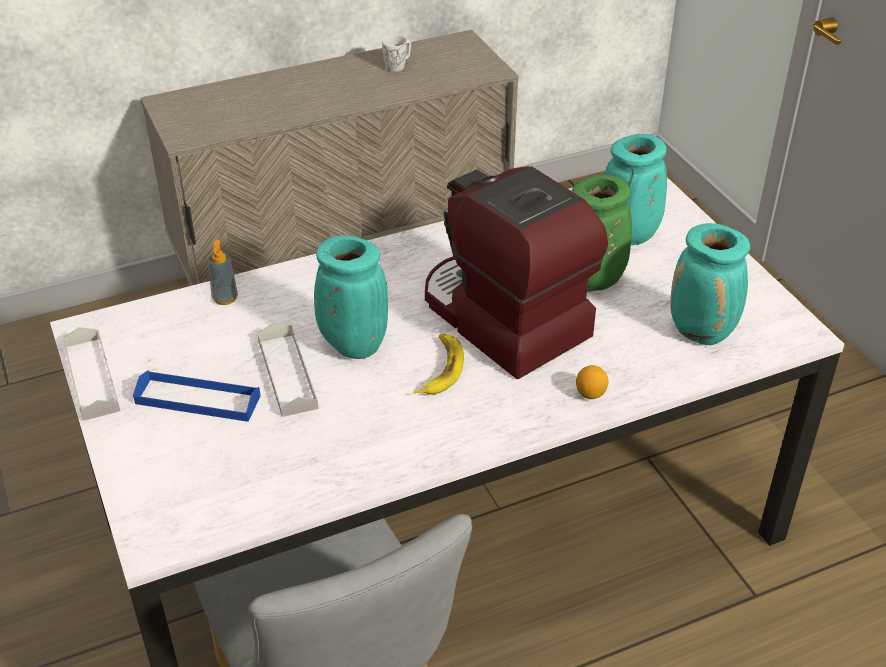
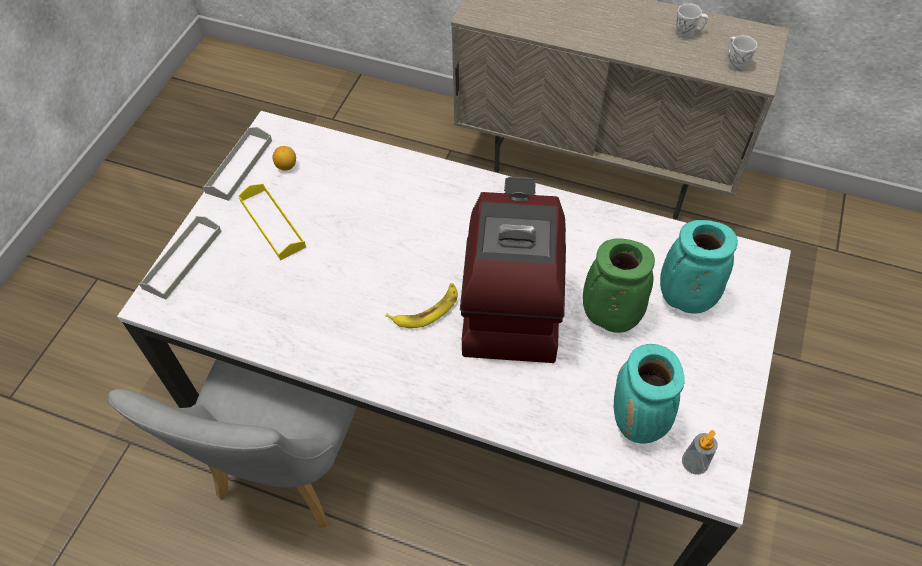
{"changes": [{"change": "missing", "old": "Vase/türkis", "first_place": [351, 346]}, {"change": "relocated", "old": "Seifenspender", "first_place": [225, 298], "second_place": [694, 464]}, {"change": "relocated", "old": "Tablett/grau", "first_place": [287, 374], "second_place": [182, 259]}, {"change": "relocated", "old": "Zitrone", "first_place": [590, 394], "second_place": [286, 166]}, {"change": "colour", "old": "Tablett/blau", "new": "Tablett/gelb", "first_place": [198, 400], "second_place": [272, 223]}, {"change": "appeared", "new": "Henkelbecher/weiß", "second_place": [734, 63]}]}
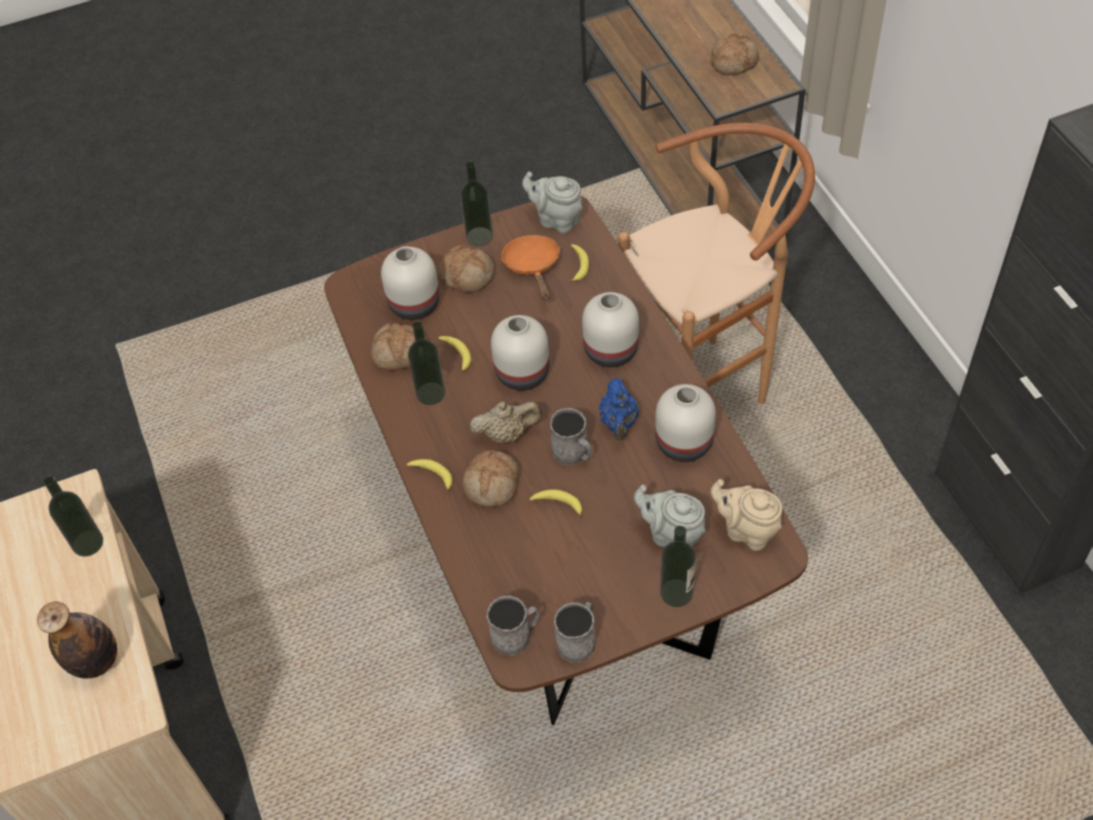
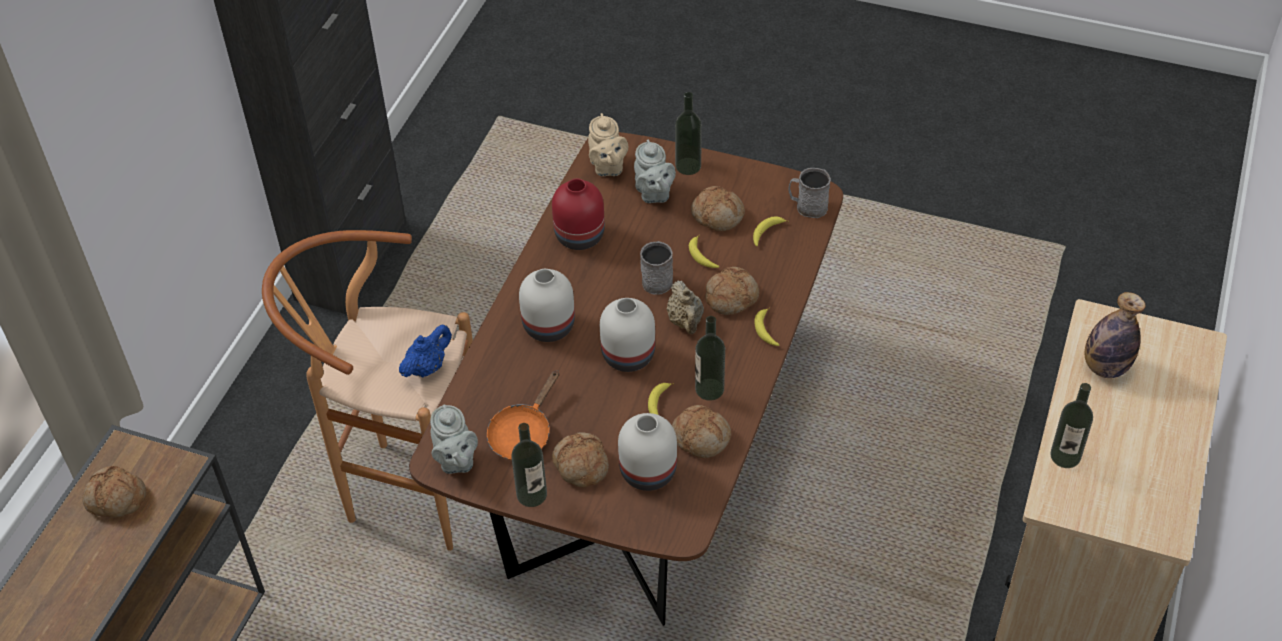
{"changes": [{"change": "relocated", "old": "Banane", "first_place": [579, 265], "second_place": [766, 233]}, {"change": "relocated", "old": "Teekanne/blau", "first_place": [619, 423], "second_place": [427, 367]}, {"change": "colour", "old": "Vase/weiß", "new": "Vase/rot", "first_place": [684, 442], "second_place": [578, 236]}, {"change": "spun", "old": "Teekanne/beige", "first_place": [507, 434], "second_place": [685, 322], "degrees": -135}, {"change": "missing", "old": "Henkelbecher/grau", "first_place": [578, 639]}, {"change": "appeared", "new": "Brot", "second_place": [718, 215]}]}
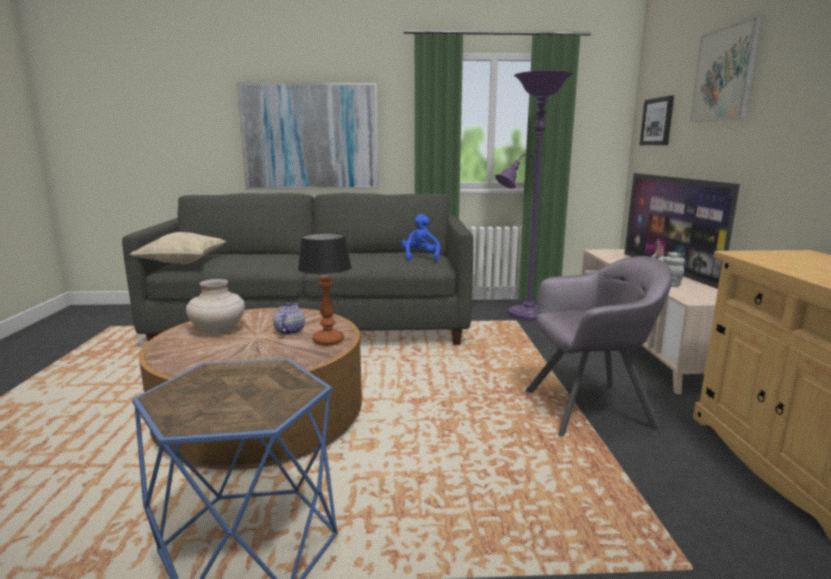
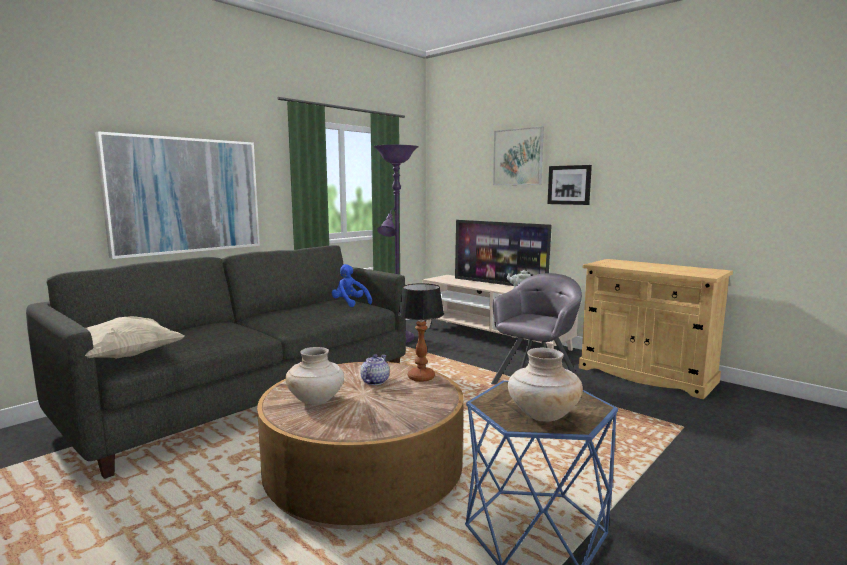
{"changes": [{"change": "relocated", "old": "Bild", "first_place": [657, 121], "second_place": [569, 185]}, {"change": "spun", "old": "Teekanne", "first_place": [289, 331], "second_place": [374, 381], "degrees": 60}, {"change": "appeared", "new": "Vase/beige", "second_place": [542, 415]}]}
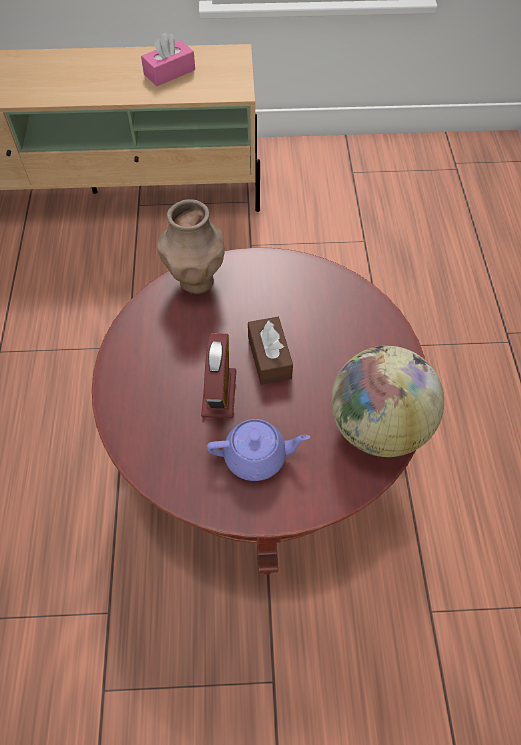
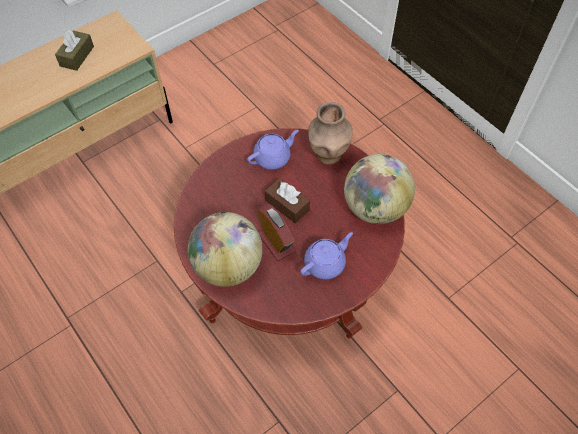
{"changes": [{"change": "colour", "old": "Taschentuchbox/rosa", "new": "Taschentuchbox/braun", "first_place": [169, 72], "second_place": [77, 56]}, {"change": "relocated", "old": "Vase/braun", "first_place": [196, 280], "second_place": [328, 155]}, {"change": "appeared", "new": "Teekanne/lila", "second_place": [273, 158]}, {"change": "appeared", "new": "Globus", "second_place": [228, 266]}]}
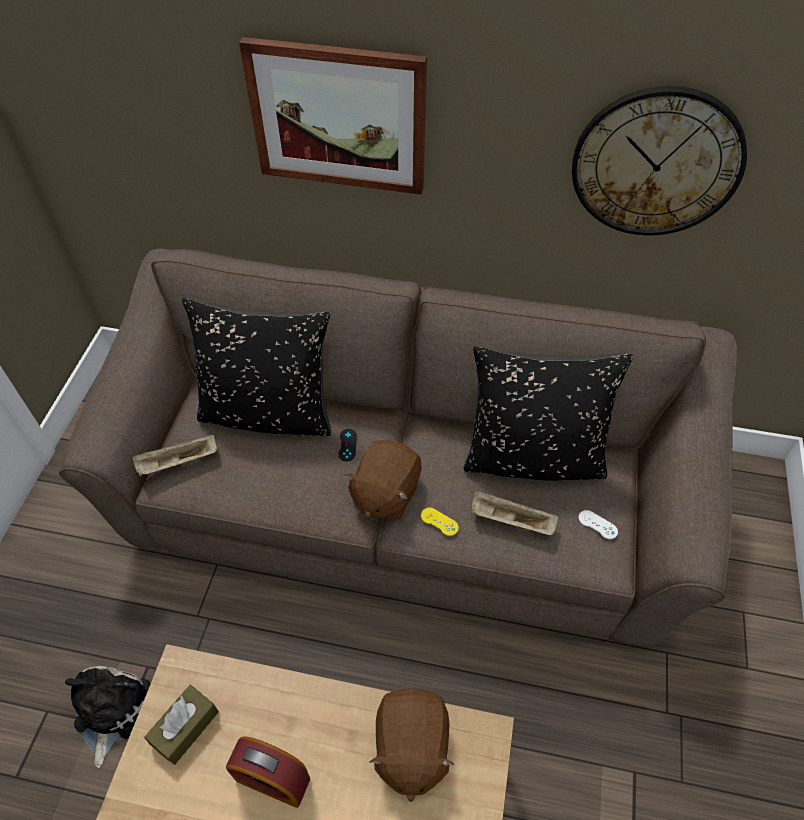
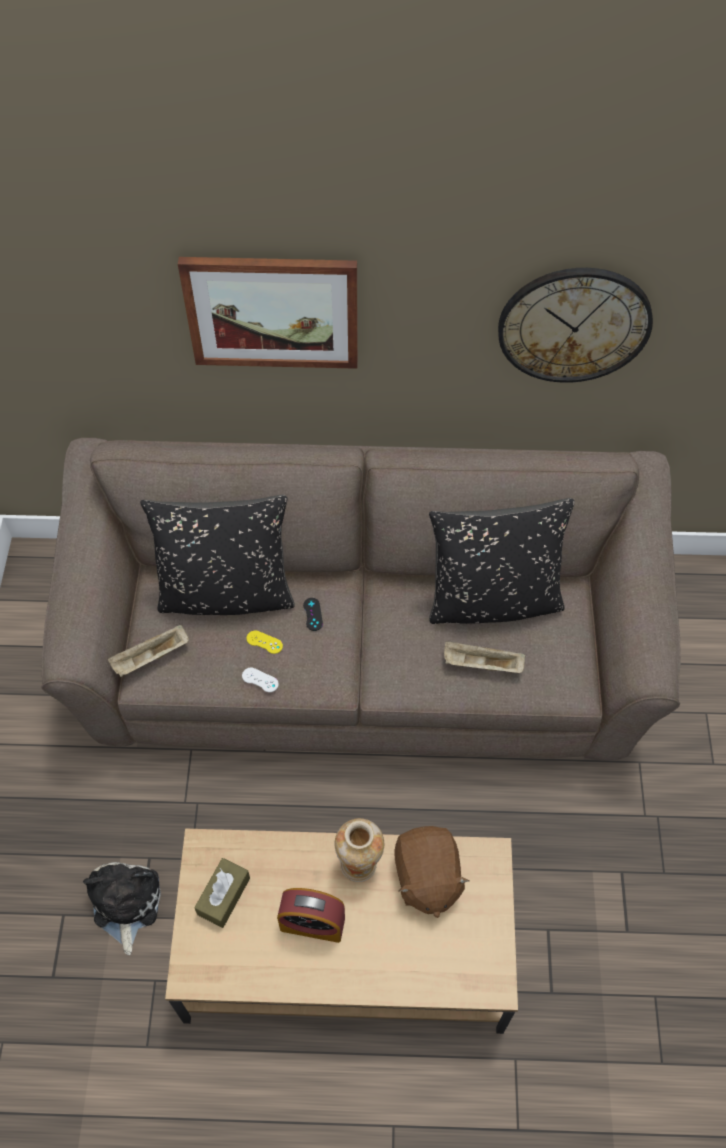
{"changes": [{"change": "missing", "old": "Plüschtier/braun", "first_place": [385, 493]}, {"change": "relocated", "old": "Gamepad/gelb", "first_place": [439, 521], "second_place": [264, 642]}, {"change": "relocated", "old": "Gamepad/weiß", "first_place": [597, 524], "second_place": [260, 680]}, {"change": "appeared", "new": "Vase", "second_place": [359, 864]}]}
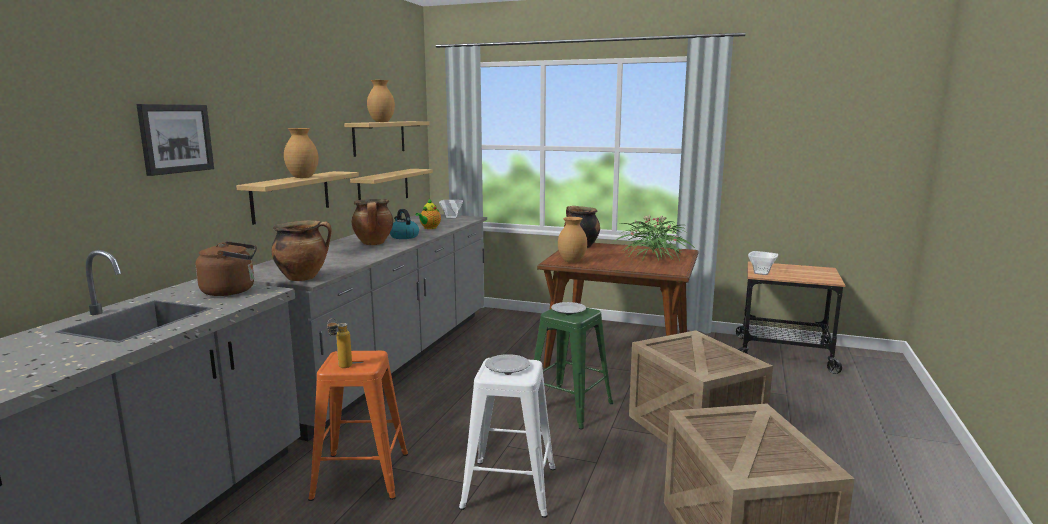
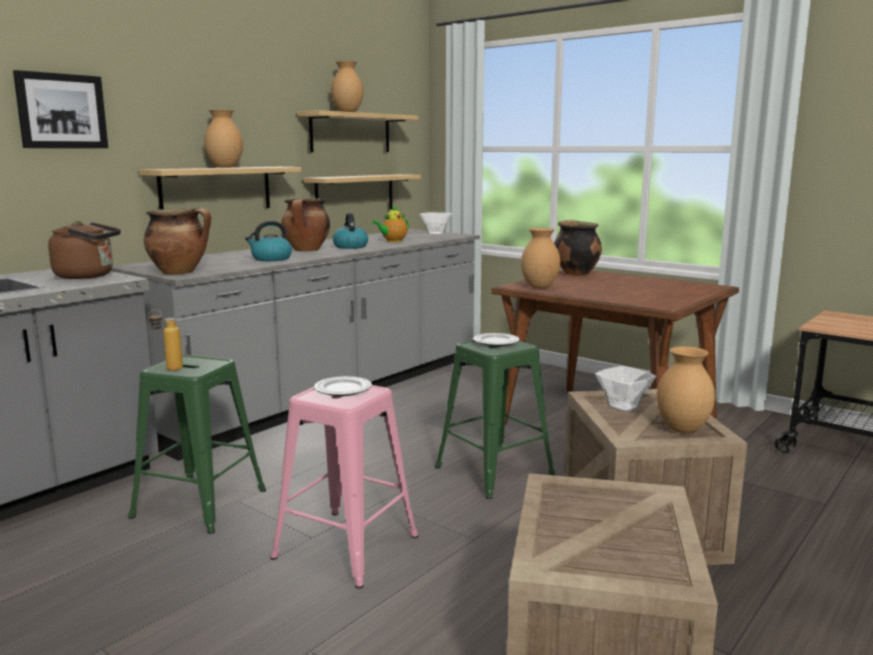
{"changes": [{"change": "missing", "old": "Topfpflanze", "first_place": [653, 257]}, {"change": "relocated", "old": "Schüssel", "first_place": [761, 273], "second_place": [623, 407]}, {"change": "colour", "old": "Hocker/orange", "new": "Hocker/grün", "first_place": [359, 476], "second_place": [197, 503]}, {"change": "colour", "old": "Hocker/weiß", "new": "Hocker/rosa", "first_place": [508, 486], "second_place": [345, 545]}, {"change": "appeared", "new": "Wasserkessel", "second_place": [271, 259]}, {"change": "appeared", "new": "Vase/braun", "second_place": [683, 429]}]}
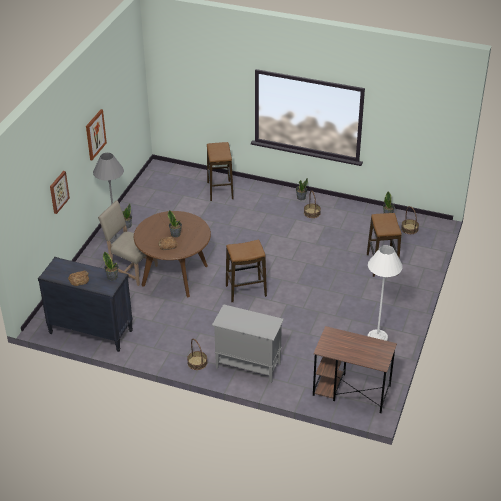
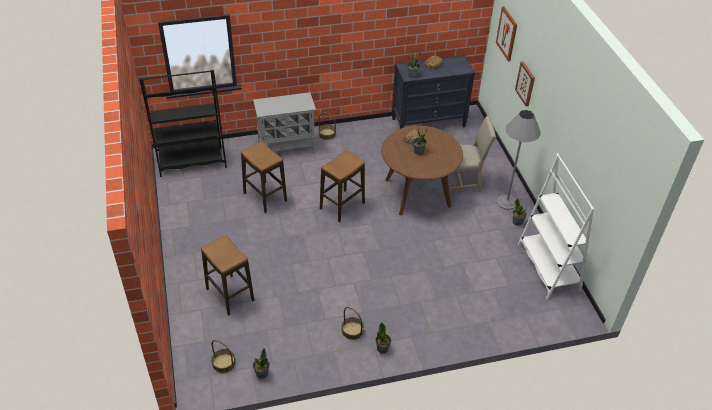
{"changes": [{"change": "relocated", "old": "Bild", "first_place": [95, 134], "second_place": [507, 33]}, {"change": "relocated", "old": "Hocker", "first_place": [220, 190], "second_place": [265, 197]}, {"change": "missing", "old": "Stehlampe/weiß", "first_place": [377, 337]}, {"change": "exchanged", "old": "Schreibtisch/braun", "new": "Bücherregal/schwarz", "first_place": [351, 390], "second_place": [191, 162]}, {"change": "appeared", "new": "Bücherregal/weiß", "second_place": [548, 267]}]}
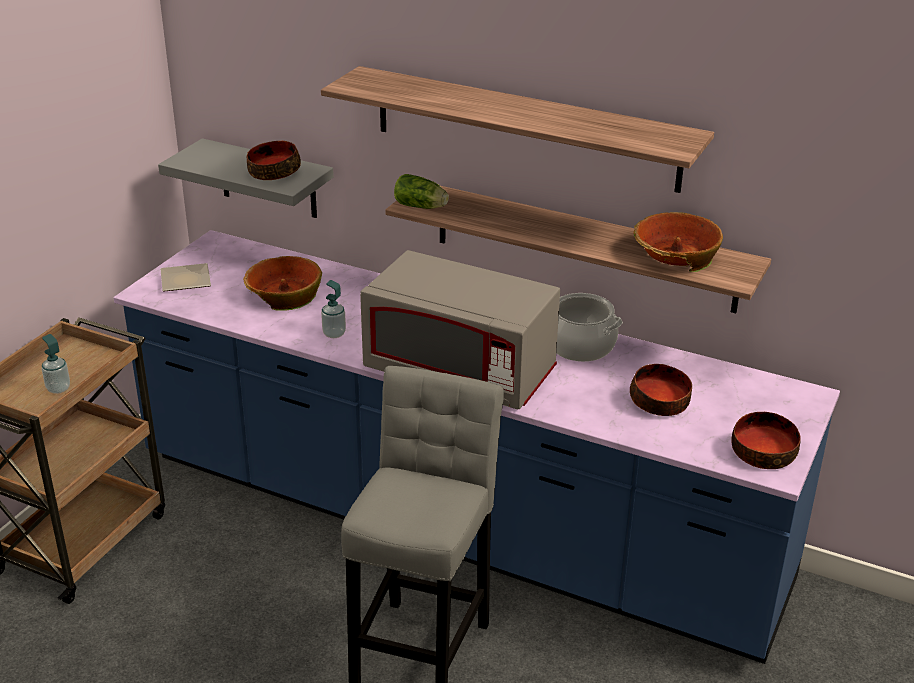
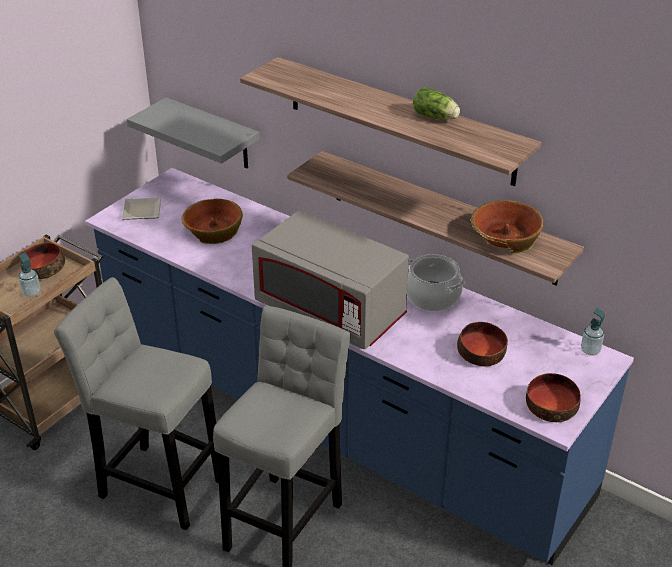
{"changes": [{"change": "relocated", "old": "Schüssel", "first_place": [273, 172], "second_place": [44, 269]}, {"change": "relocated", "old": "Salatkopf", "first_place": [422, 207], "second_place": [436, 117]}, {"change": "relocated", "old": "Seifenspender", "first_place": [334, 334], "second_place": [590, 350]}, {"change": "appeared", "new": "Hocker/grau", "second_place": [156, 484]}]}
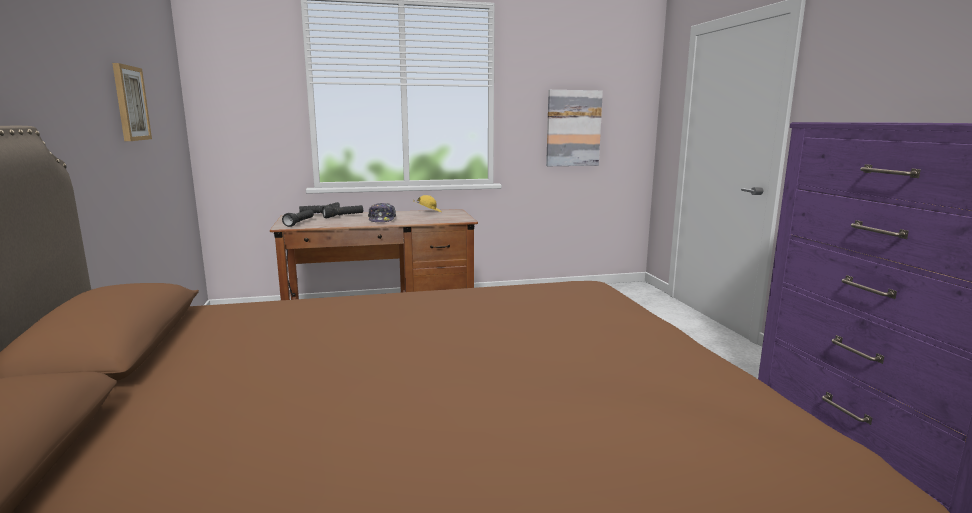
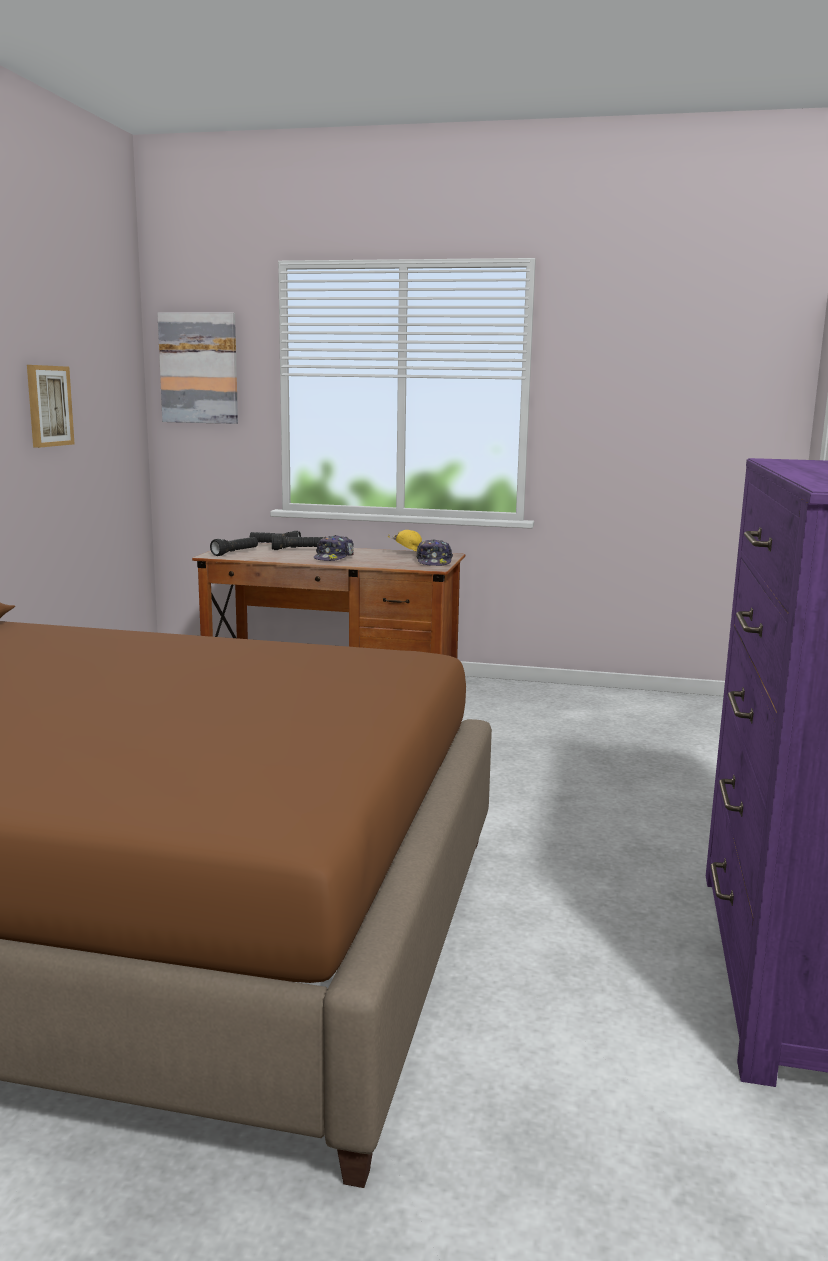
{"changes": [{"change": "relocated", "old": "Bild", "first_place": [573, 128], "second_place": [199, 368]}, {"change": "appeared", "new": "Kappe", "second_place": [434, 562]}]}
